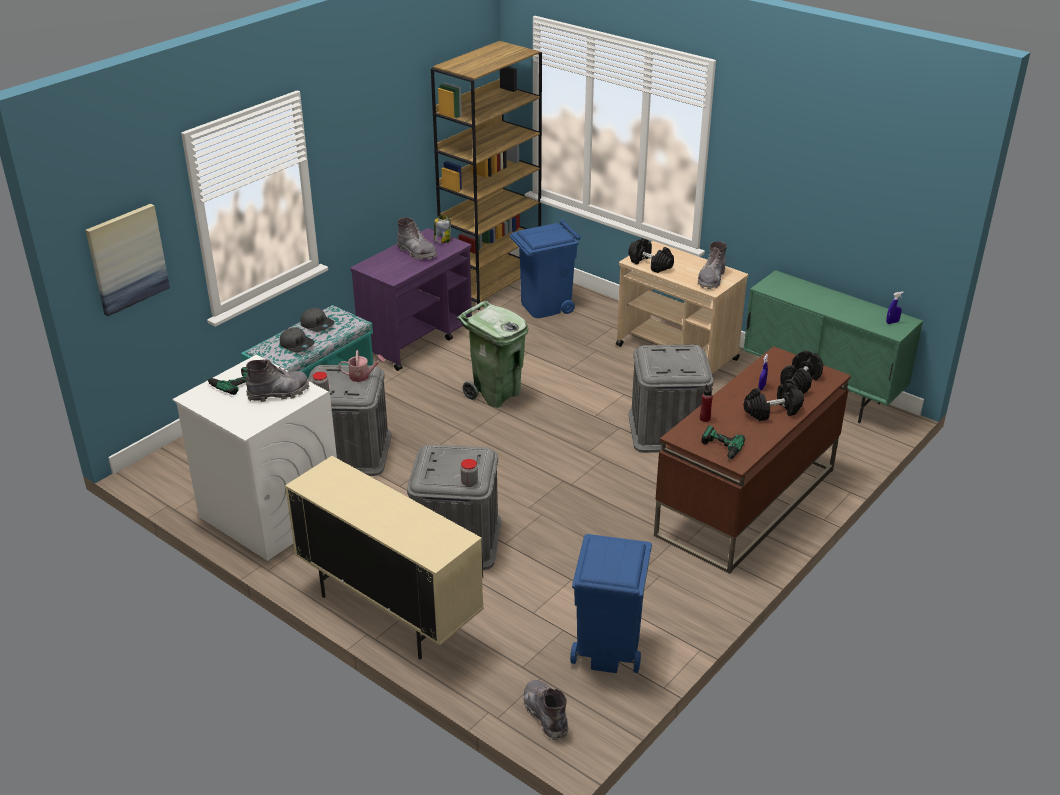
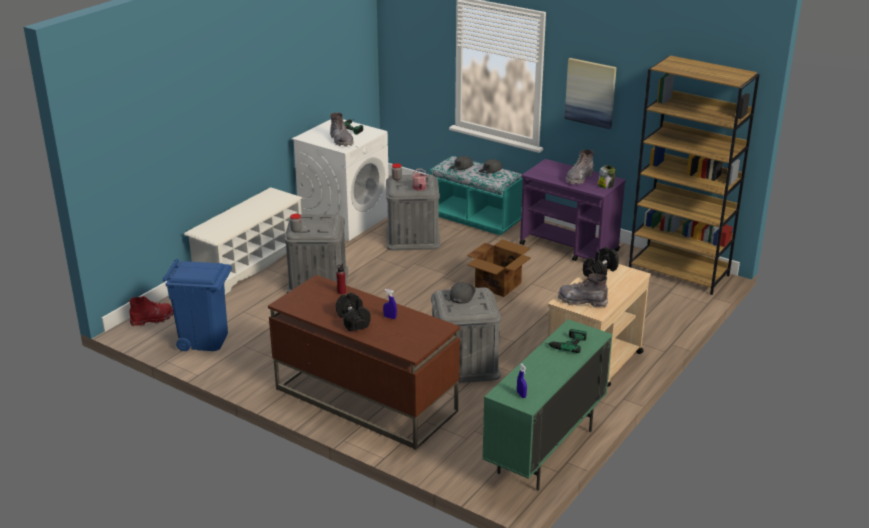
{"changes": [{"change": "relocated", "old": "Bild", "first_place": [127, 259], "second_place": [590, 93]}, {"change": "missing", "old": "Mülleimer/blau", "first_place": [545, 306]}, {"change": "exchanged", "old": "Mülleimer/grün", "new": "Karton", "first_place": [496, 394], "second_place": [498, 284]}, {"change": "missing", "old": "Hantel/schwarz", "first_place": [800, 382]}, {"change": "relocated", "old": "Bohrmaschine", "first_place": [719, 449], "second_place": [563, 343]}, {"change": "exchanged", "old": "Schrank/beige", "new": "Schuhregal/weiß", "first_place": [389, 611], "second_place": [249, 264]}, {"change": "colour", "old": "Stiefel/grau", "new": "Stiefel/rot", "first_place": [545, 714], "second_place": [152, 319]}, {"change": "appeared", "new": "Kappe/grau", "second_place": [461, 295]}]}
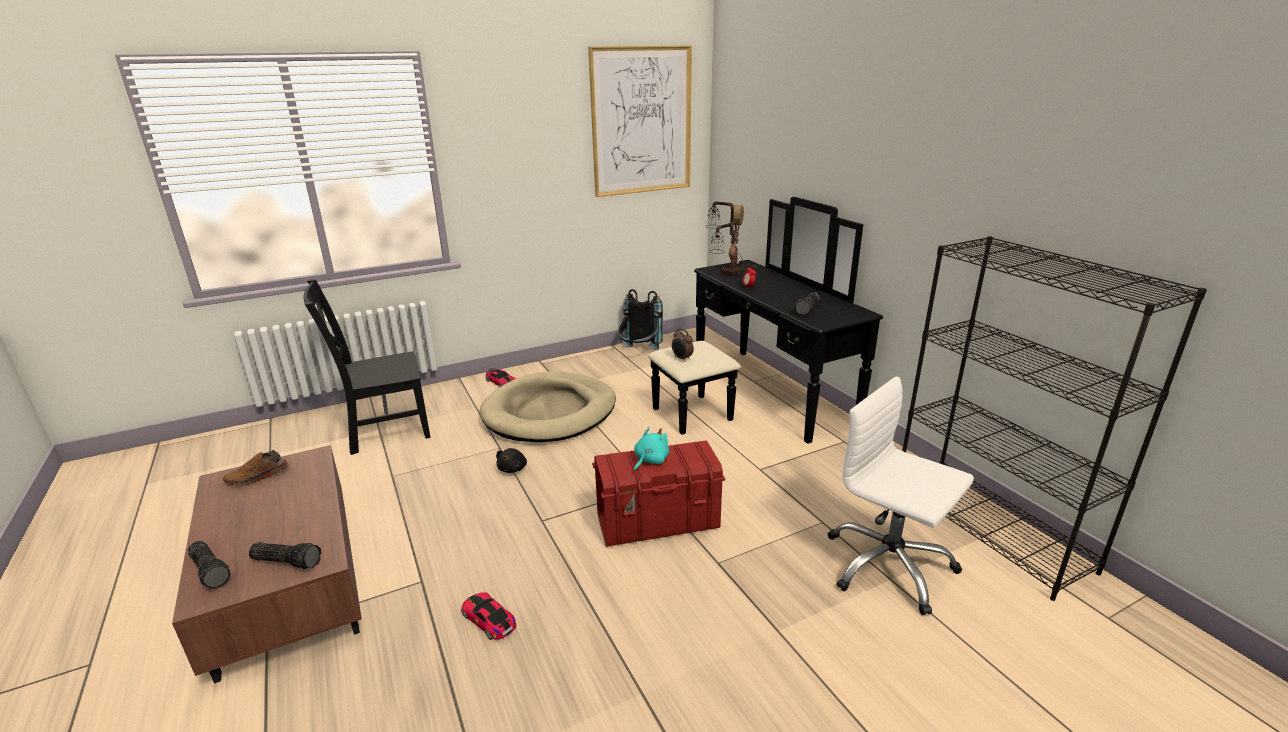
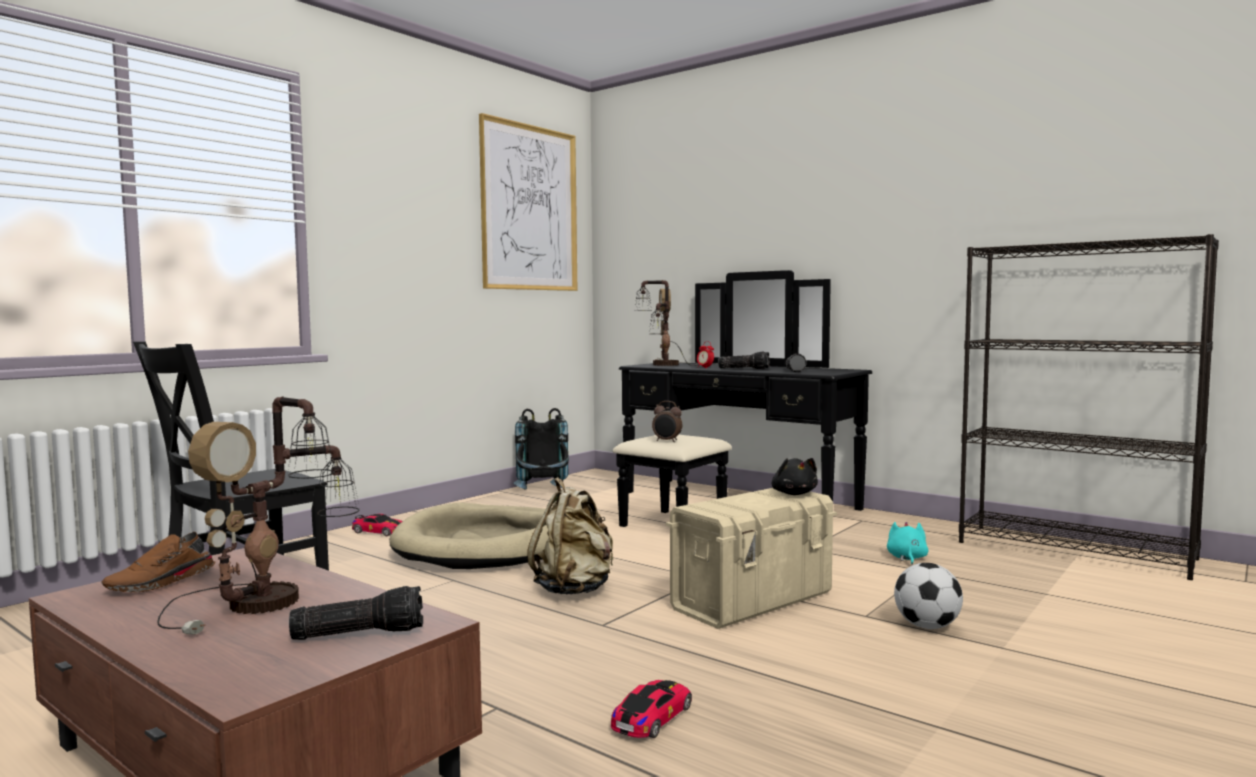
{"changes": [{"change": "missing", "old": "Bürostuhl/weiß", "first_place": [888, 566]}, {"change": "relocated", "old": "Plüschtier/türkis", "first_place": [650, 460], "second_place": [906, 558]}, {"change": "colour", "old": "Aufbewahrungsbox/rot", "new": "Aufbewahrungsbox/beige", "first_place": [658, 522], "second_place": [753, 601]}, {"change": "relocated", "old": "Plüschtier/schwarz", "first_place": [513, 468], "second_place": [794, 494]}, {"change": "relocated", "old": "Taschenlampe", "first_place": [211, 570], "second_place": [744, 369]}, {"change": "spun", "old": "Spielzeugauto", "first_place": [489, 620], "second_place": [652, 717], "degrees": 105}, {"change": "appeared", "new": "Tischlampe", "second_place": [270, 602]}, {"change": "appeared", "new": "Rucksack/beige", "second_place": [575, 590]}, {"change": "appeared", "new": "Fußball", "second_place": [927, 626]}]}
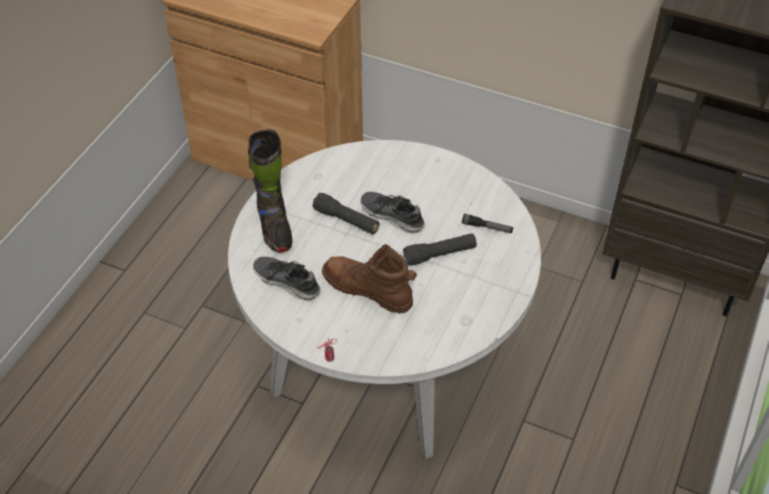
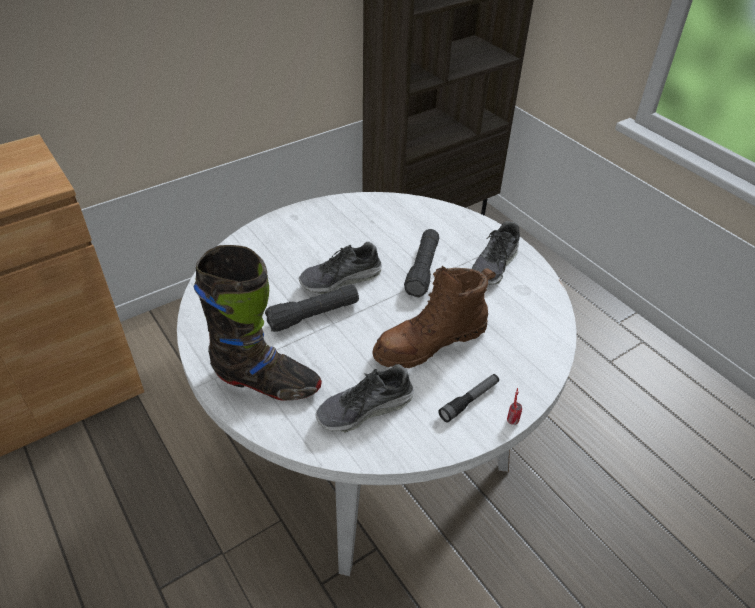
{"changes": [{"change": "relocated", "old": "Taschenlampe", "first_place": [487, 227], "second_place": [469, 401]}, {"change": "appeared", "new": "Schuh", "second_place": [495, 265]}]}
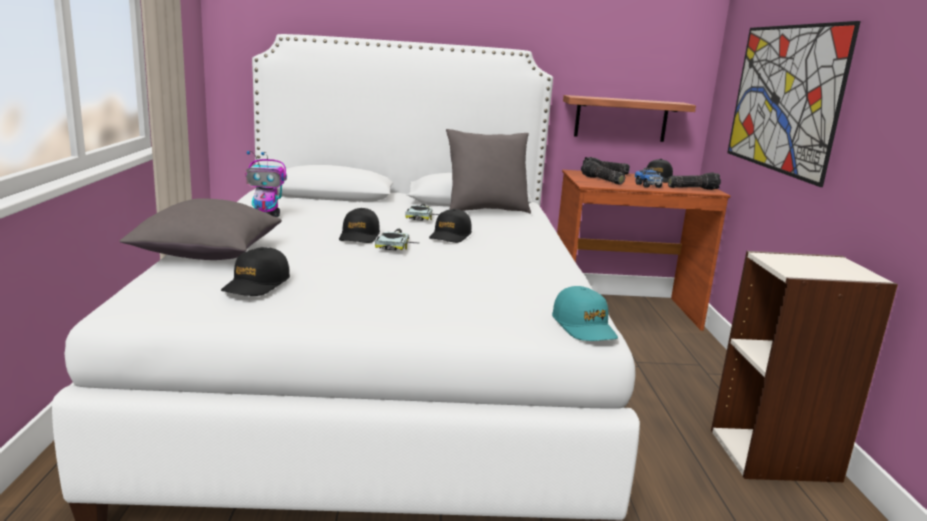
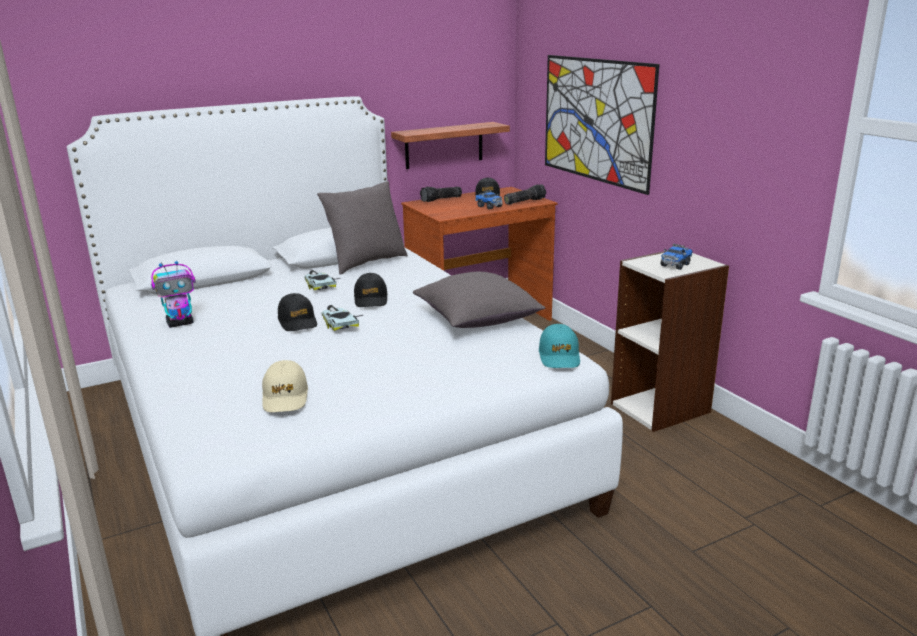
{"changes": [{"change": "missing", "old": "Taschenlampe", "first_place": [601, 180]}, {"change": "relocated", "old": "Kissen/grau", "first_place": [207, 254], "second_place": [477, 320]}, {"change": "colour", "old": "Kappe/schwarz", "new": "Kappe/beige", "first_place": [256, 284], "second_place": [285, 397]}, {"change": "spun", "old": "Kappe/türkis", "first_place": [584, 326], "second_place": [559, 356], "degrees": 45}, {"change": "appeared", "new": "Spielzeuglaster", "second_place": [675, 265]}]}
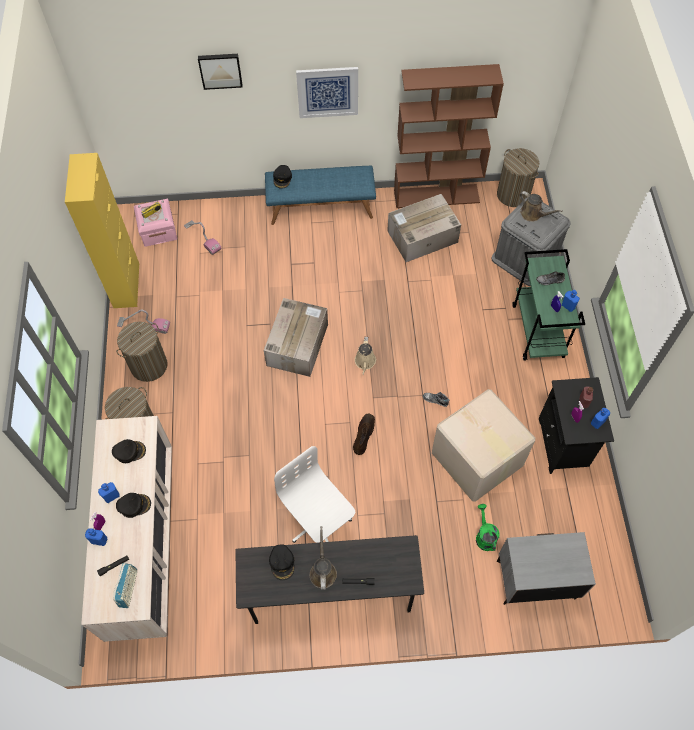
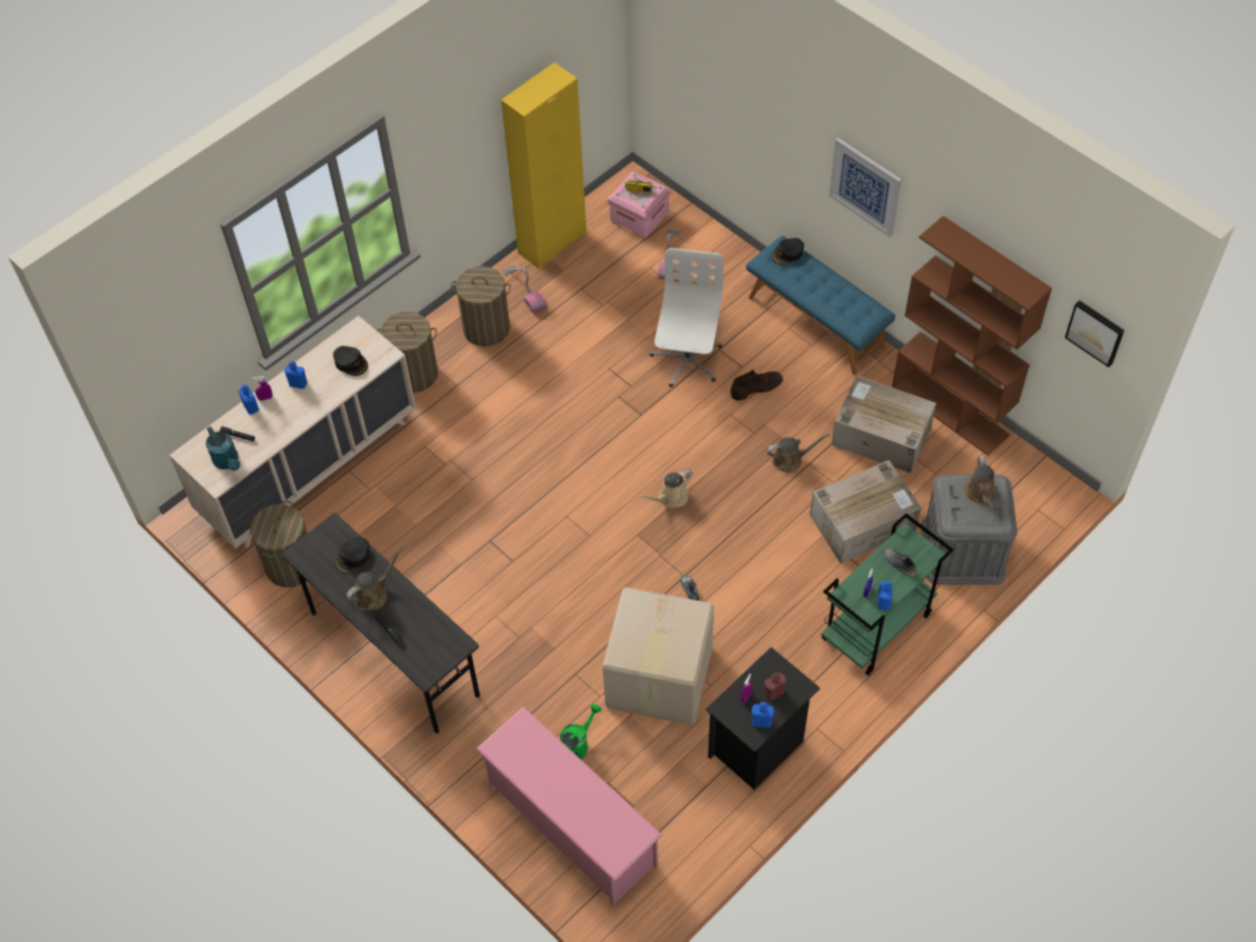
{"changes": [{"change": "relocated", "old": "Bild", "first_place": [220, 70], "second_place": [1096, 332]}, {"change": "relocated", "old": "Wäschekorb", "first_place": [513, 194], "second_place": [291, 566]}, {"change": "relocated", "old": "Karton", "first_place": [297, 344], "second_place": [863, 522]}, {"change": "relocated", "old": "Stiefel/braun", "first_place": [364, 434], "second_place": [756, 388]}, {"change": "relocated", "old": "Bürostuhl/weiß", "first_place": [318, 522], "second_place": [686, 360]}, {"change": "missing", "old": "Kappe/schwarz", "first_place": [134, 505]}, {"change": "exchanged", "old": "Nachttisch/grau", "new": "Schuhregal/rosa", "first_place": [535, 580], "second_place": [571, 825]}, {"change": "exchanged", "old": "Radio", "new": "Gießkanne/türkis", "first_place": [128, 588], "second_place": [228, 462]}, {"change": "appeared", "new": "Gießkanne/braun", "second_place": [790, 460]}]}
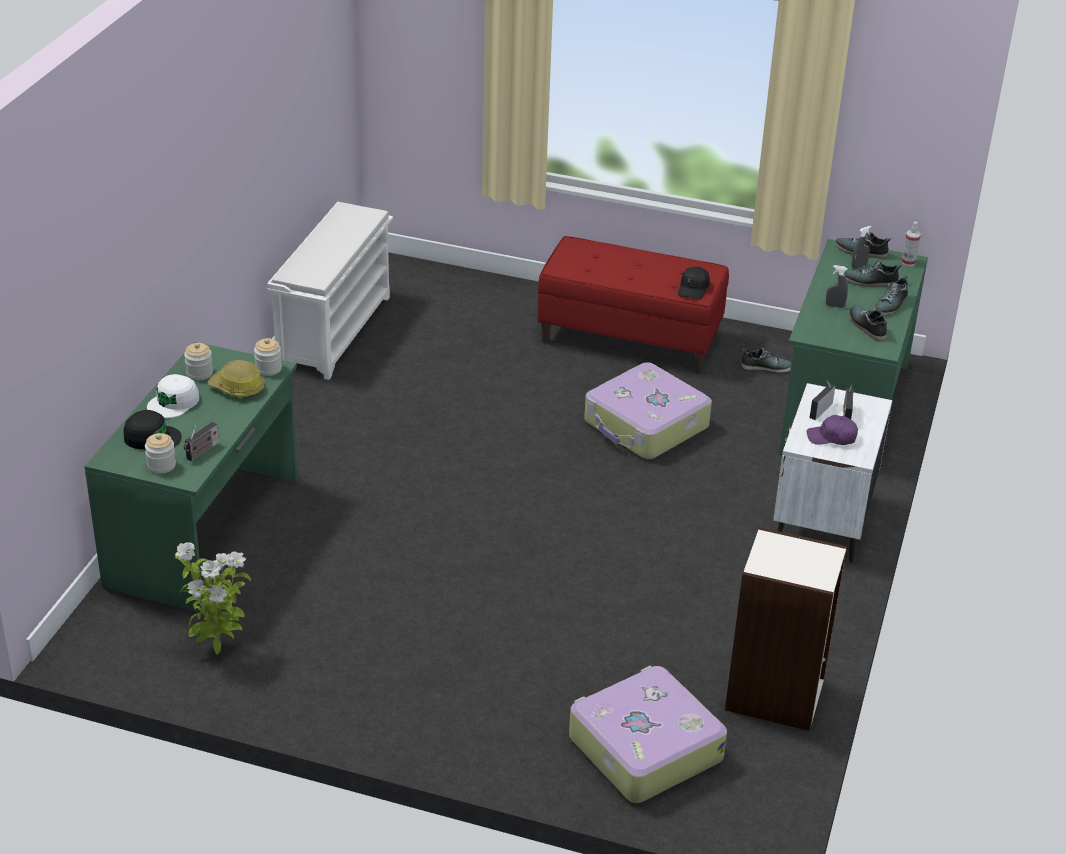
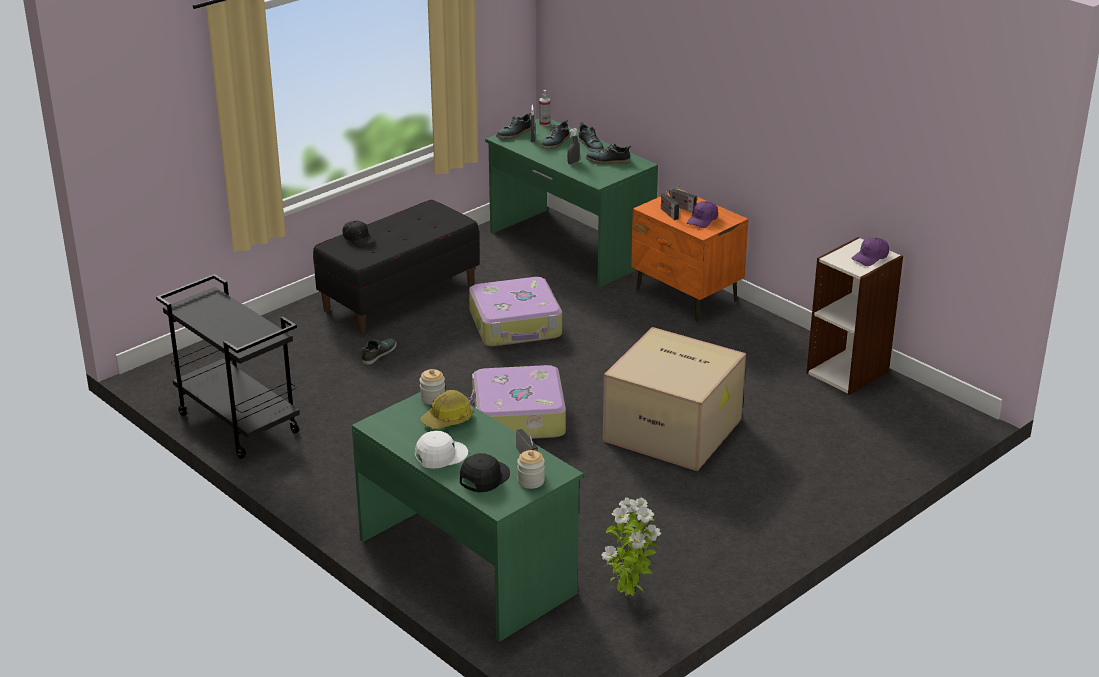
{"changes": [{"change": "exchanged", "old": "Schuhregal/weiß", "new": "Rollwagen/schwarz", "first_place": [334, 330], "second_place": [237, 423]}, {"change": "colour", "old": "Bank/rot", "new": "Bank/schwarz", "first_place": [630, 339], "second_place": [399, 296]}, {"change": "relocated", "old": "Kappe/schwarz", "first_place": [693, 289], "second_place": [358, 239]}, {"change": "missing", "old": "Vorratsglas", "first_place": [199, 373]}, {"change": "relocated", "old": "Schuh", "first_place": [766, 367], "second_place": [378, 354]}, {"change": "spun", "old": "Kappe/weiß", "first_place": [174, 402], "second_place": [440, 455], "degrees": -90}, {"change": "colour", "old": "Nachttisch/weiß", "new": "Nachttisch/orange", "first_place": [822, 522], "second_place": [686, 296]}, {"change": "relocated", "old": "Koffer", "first_place": [643, 748], "second_place": [517, 417]}, {"change": "appeared", "new": "Kappe/lila", "second_place": [870, 257]}, {"change": "appeared", "new": "Karton", "second_place": [675, 429]}]}
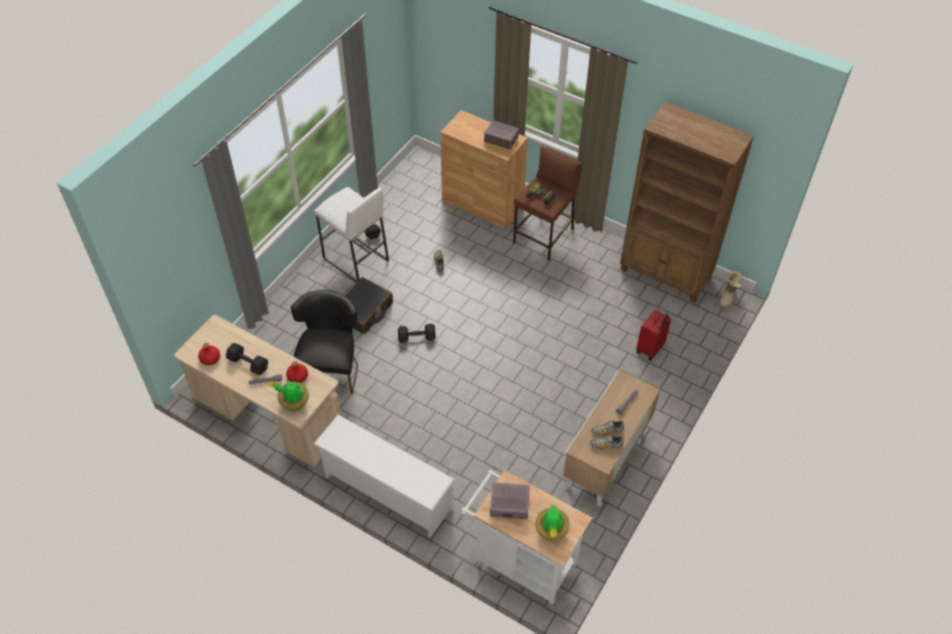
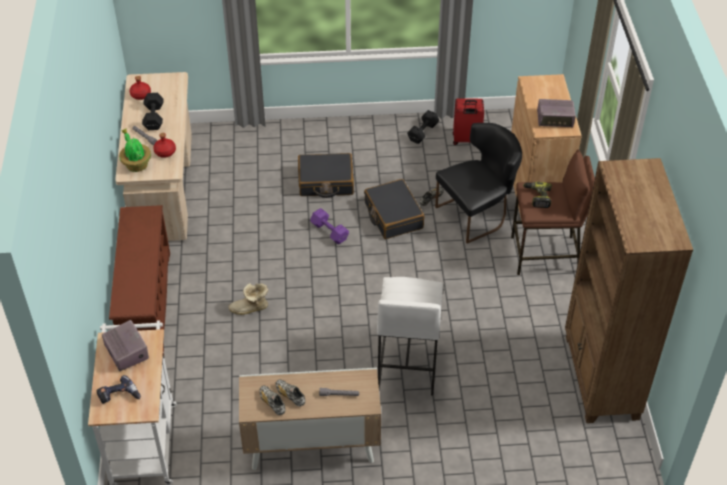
{"changes": [{"change": "spun", "old": "Radio", "first_place": [501, 140], "second_place": [555, 119], "degrees": -75}, {"change": "relocated", "old": "Hocker/weiß", "first_place": [355, 260], "second_place": [406, 365]}, {"change": "relocated", "old": "Stiefel", "first_place": [728, 297], "second_place": [250, 309]}, {"change": "relocated", "old": "Stuhl/schwarz", "first_place": [331, 368], "second_place": [477, 214]}, {"change": "relocated", "old": "Koffer/rot", "first_place": [650, 349], "second_place": [466, 140]}, {"change": "colour", "old": "Hantel/schwarz", "new": "Hantel/lila", "first_place": [417, 338], "second_place": [330, 232]}, {"change": "colour", "old": "Schuhregal/weiß", "new": "Schuhregal/braun", "first_place": [386, 493], "second_place": [145, 304]}, {"change": "exchanged", "old": "Topfpflanze", "new": "Bohrmaschine", "first_place": [551, 531], "second_place": [119, 397]}, {"change": "appeared", "new": "Koffer/schwarz", "second_place": [393, 216]}]}
